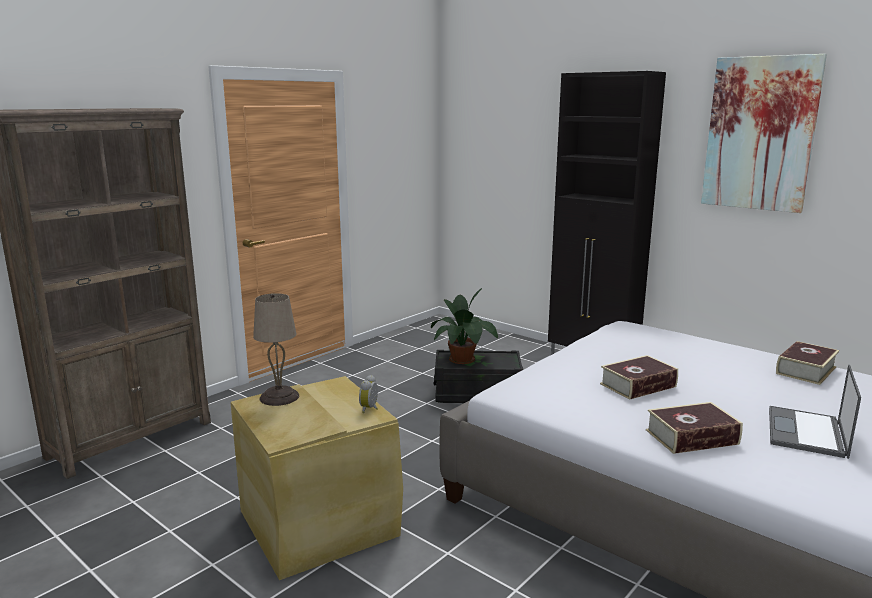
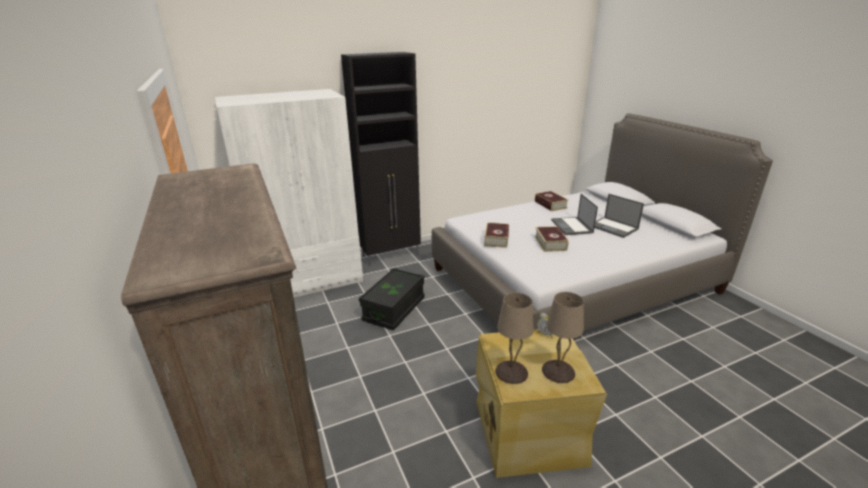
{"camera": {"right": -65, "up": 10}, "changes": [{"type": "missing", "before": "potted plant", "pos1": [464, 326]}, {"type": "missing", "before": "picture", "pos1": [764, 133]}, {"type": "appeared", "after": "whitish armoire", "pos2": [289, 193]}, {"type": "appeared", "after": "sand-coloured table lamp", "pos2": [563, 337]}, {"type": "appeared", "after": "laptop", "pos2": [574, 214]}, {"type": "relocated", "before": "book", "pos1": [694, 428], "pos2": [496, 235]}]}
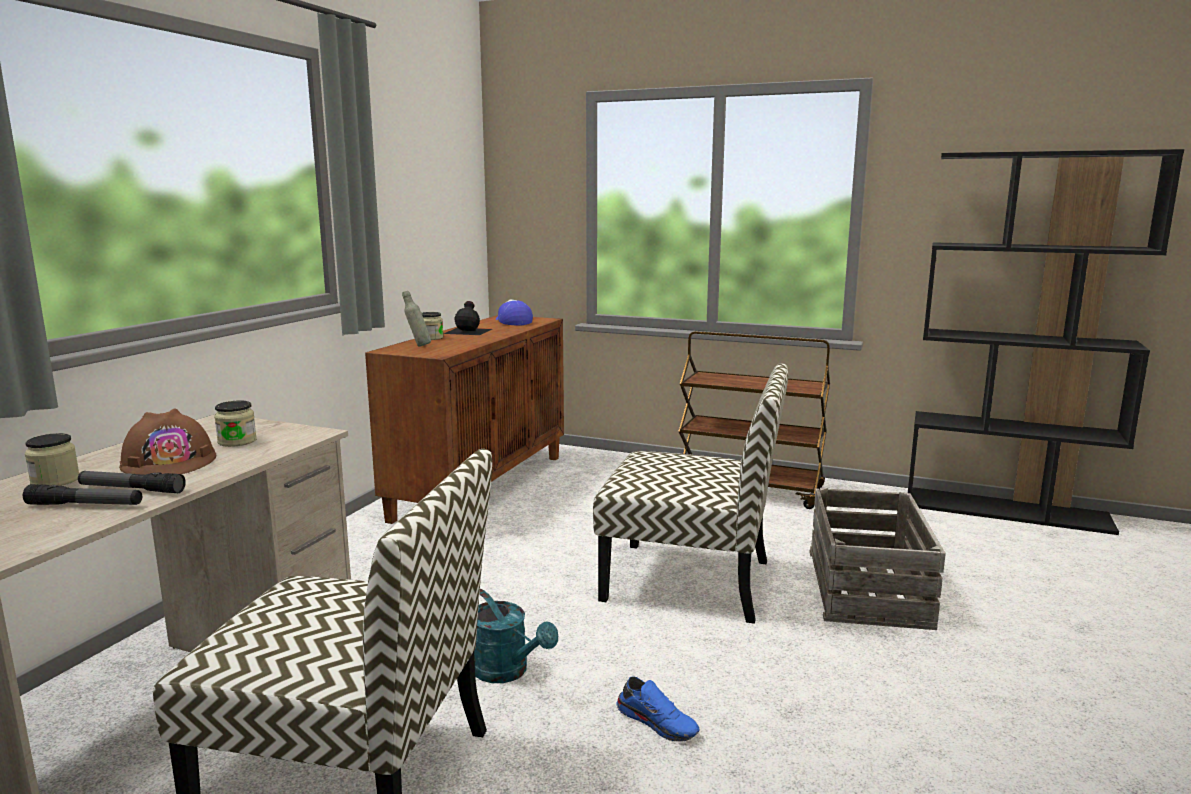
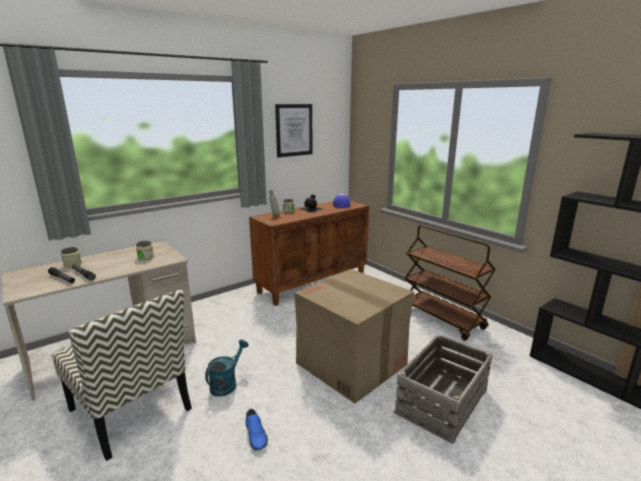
{"camera": {"right": 30, "up": 5}, "changes": [{"type": "missing", "before": "brown-coloured work helmet", "pos1": [168, 441]}, {"type": "appeared", "after": "picture", "pos2": [294, 130]}, {"type": "exchanged", "before": "chair", "after": "carton", "pos1": [691, 493], "pos2": [354, 336]}, {"type": "spun", "before": "blue-green watering pot", "pos1": [516, 636], "pos2": [227, 368], "turn": -135}]}
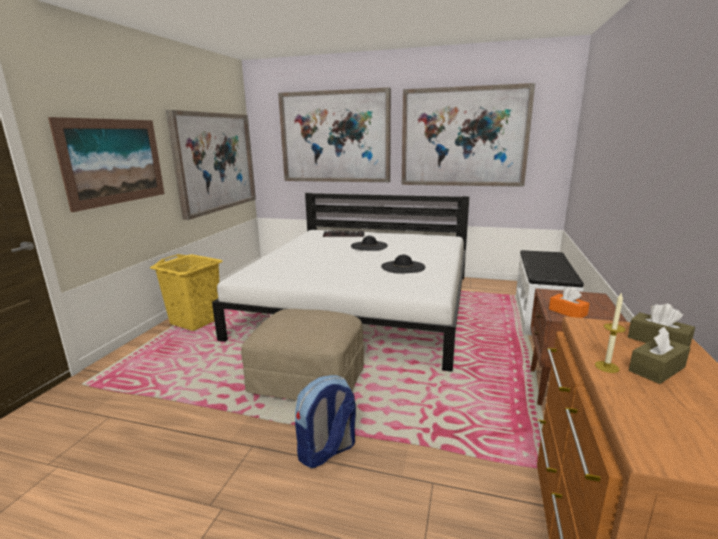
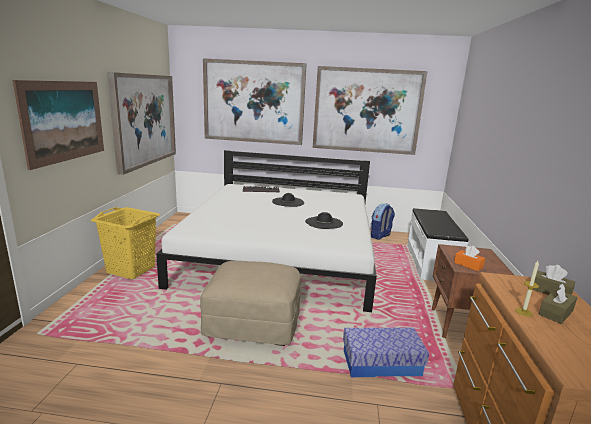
{"camera": {"right": -10, "up": 0}, "changes": [{"type": "appeared", "after": "storage box", "pos2": [386, 352]}, {"type": "relocated", "before": "knapsack", "pos1": [325, 421], "pos2": [382, 221]}]}
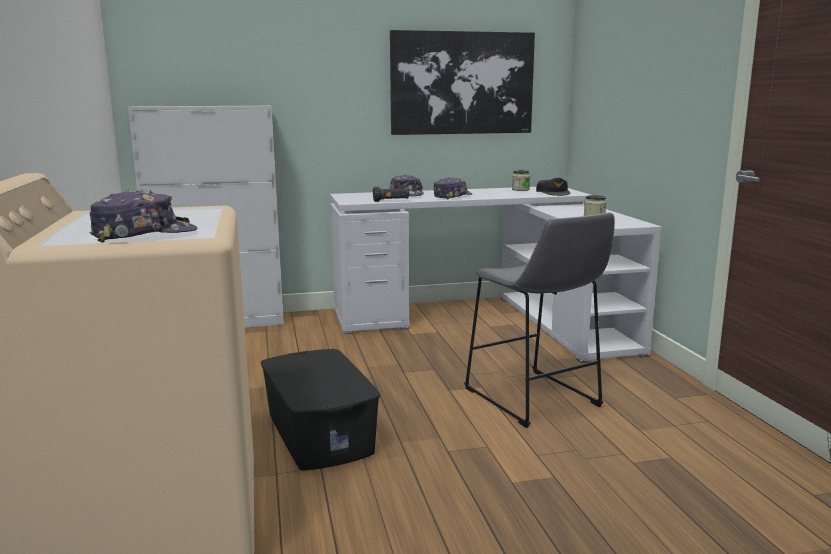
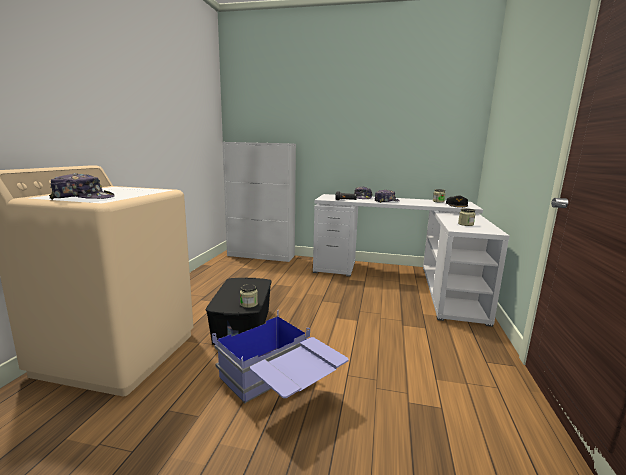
{"camera": {"right": 25, "up": 0}, "changes": [{"type": "missing", "before": "picture", "pos1": [462, 82]}, {"type": "missing", "before": "greyish stool seat", "pos1": [539, 320]}, {"type": "appeared", "after": "blue storage box", "pos2": [280, 356]}, {"type": "appeared", "after": "preserve jar", "pos2": [249, 296]}]}
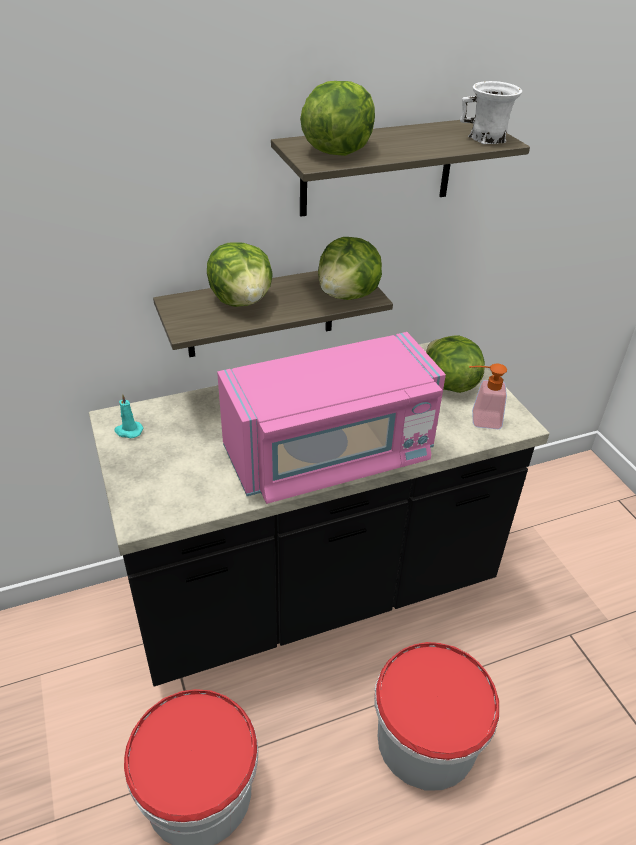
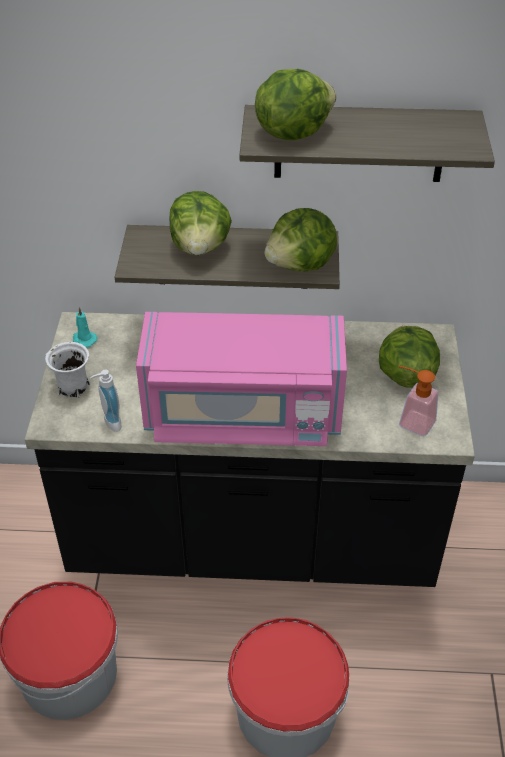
{"camera": {"right": 25, "up": 5}, "changes": [{"type": "appeared", "after": "liquid soap bottle", "pos2": [105, 401]}, {"type": "relocated", "before": "whitish mug", "pos1": [491, 112], "pos2": [68, 370]}]}
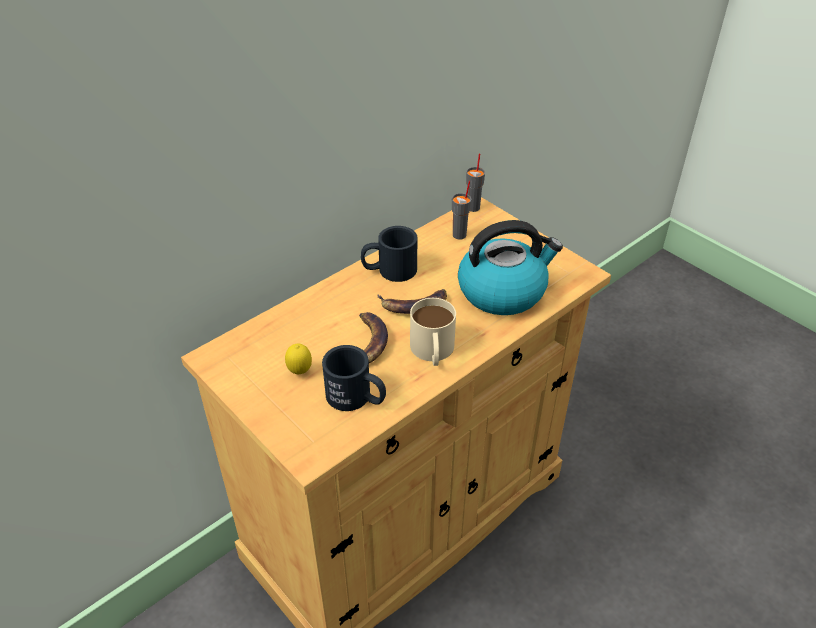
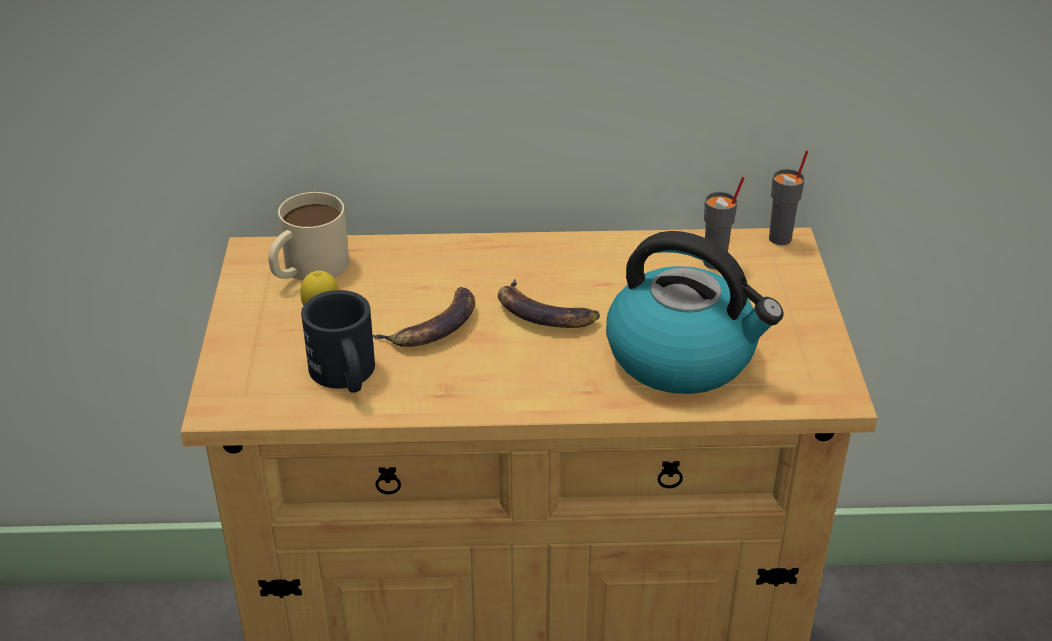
{"camera": {"right": 40, "up": -5}, "changes": [{"type": "missing", "before": "blackish mug", "pos1": [389, 254]}, {"type": "relocated", "before": "sand-coloured mug", "pos1": [433, 332], "pos2": [308, 236]}]}
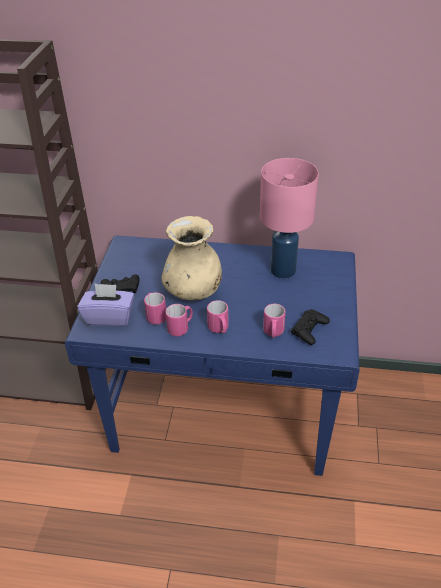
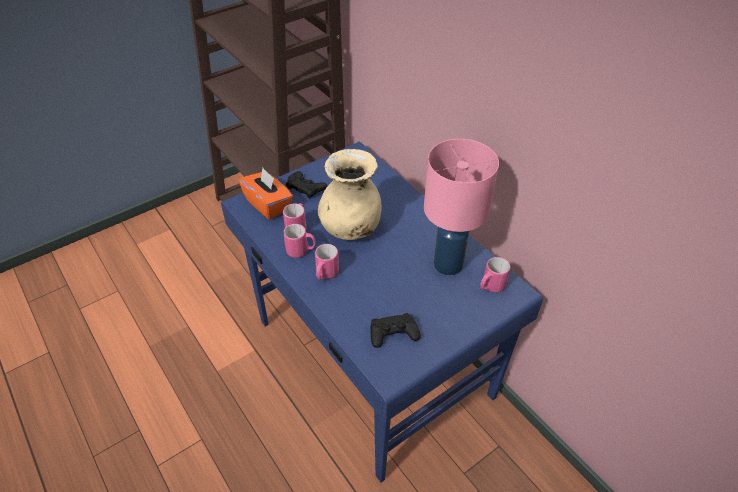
{"camera": {"right": 45, "up": 5}, "changes": [{"type": "relocated", "before": "pinkish mug", "pos1": [274, 321], "pos2": [495, 274]}, {"type": "colour", "before": "purple box of tissues", "after": "orange-coloured box of tissues", "pos1": [105, 304], "pos2": [266, 194]}]}
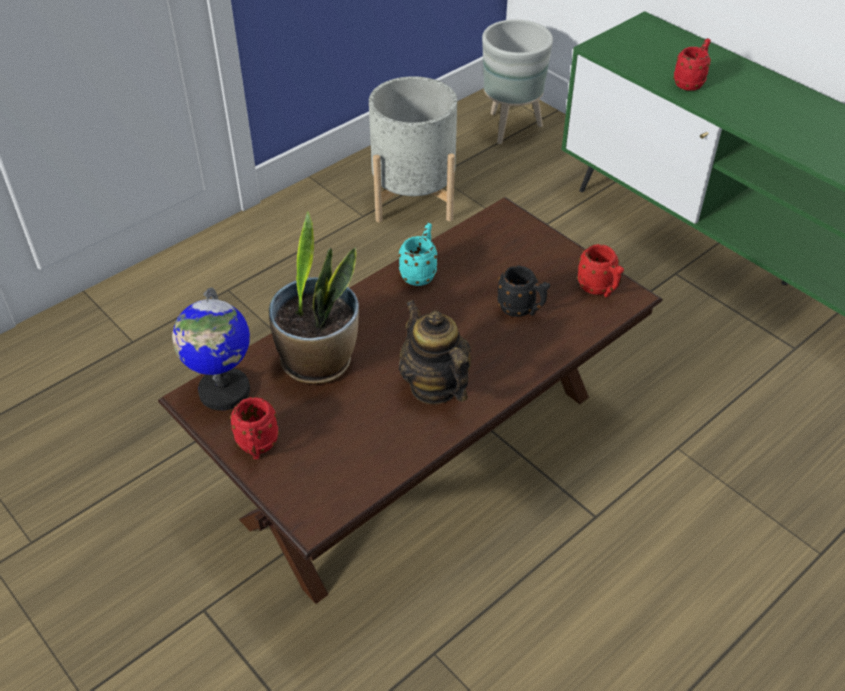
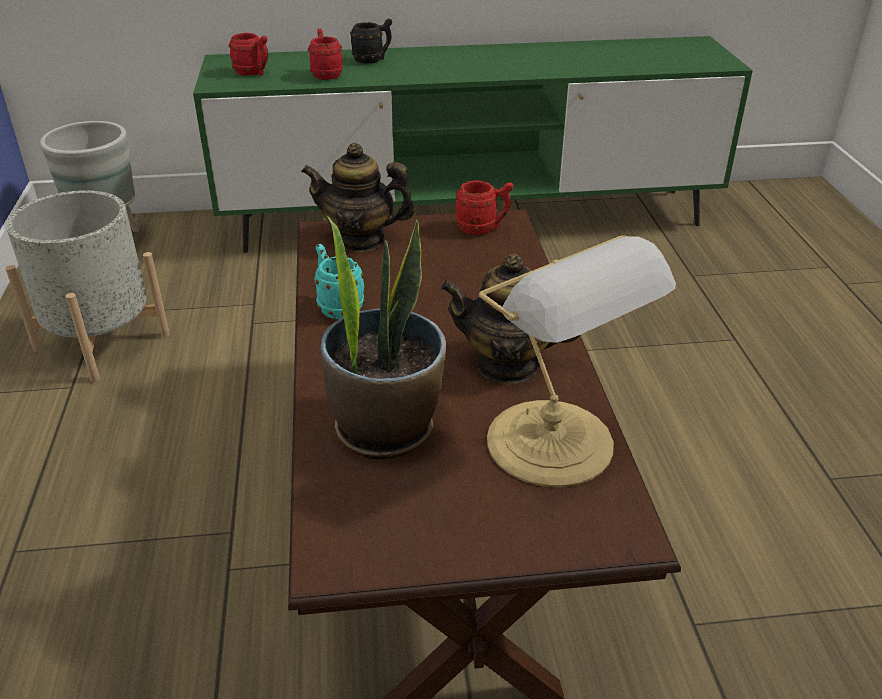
{"camera": {"right": -55, "up": -10}, "changes": [{"type": "missing", "before": "globe", "pos1": [211, 349]}, {"type": "appeared", "after": "pot for tea", "pos2": [358, 197]}, {"type": "appeared", "after": "table lamp", "pos2": [577, 361]}, {"type": "relocated", "before": "red-coloured mug", "pos1": [254, 428], "pos2": [248, 54]}, {"type": "relocated", "before": "blackish mug", "pos1": [523, 291], "pos2": [371, 41]}]}
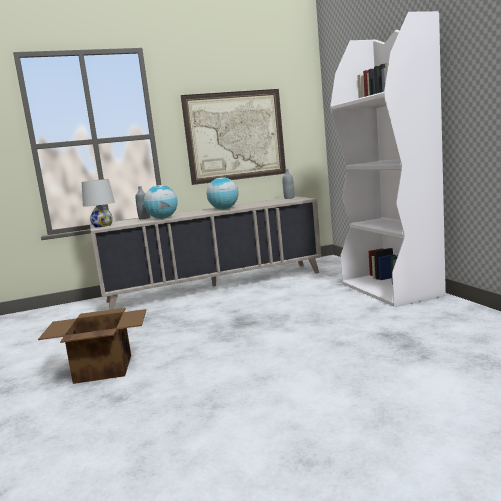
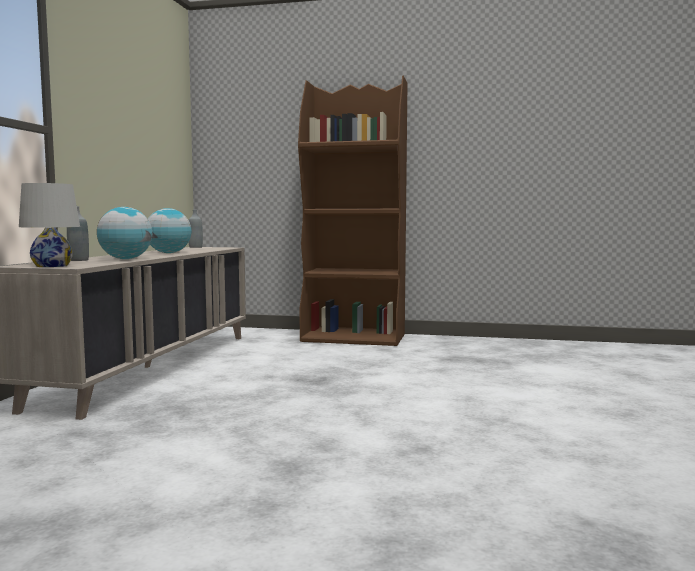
{"camera": {"right": -60, "up": -5}, "changes": [{"type": "missing", "before": "carton", "pos1": [92, 346]}, {"type": "missing", "before": "picture", "pos1": [233, 137]}, {"type": "colour", "before": "whitish bookshelf", "after": "brown-coloured bookshelf", "pos1": [388, 159], "pos2": [353, 210]}]}
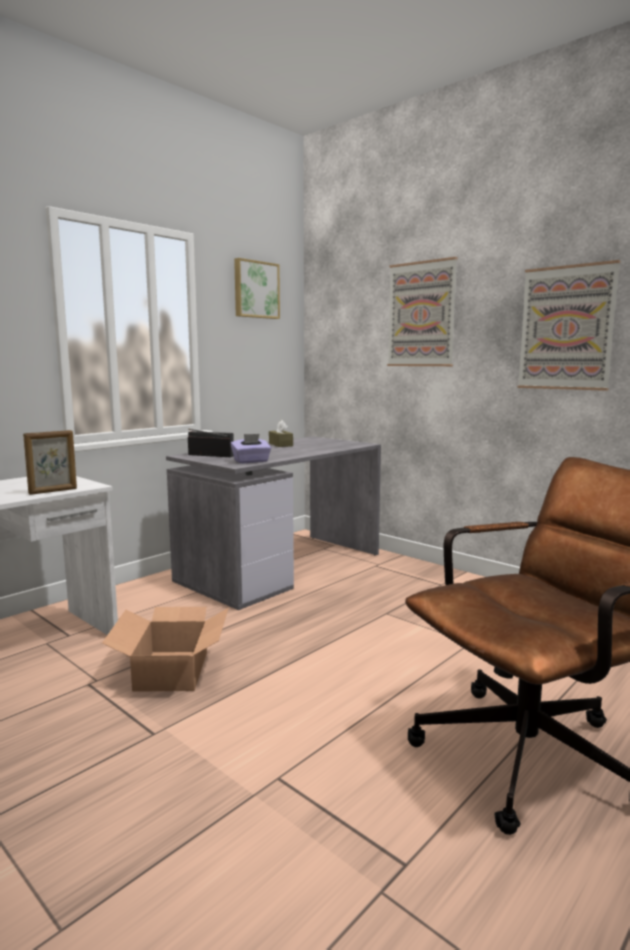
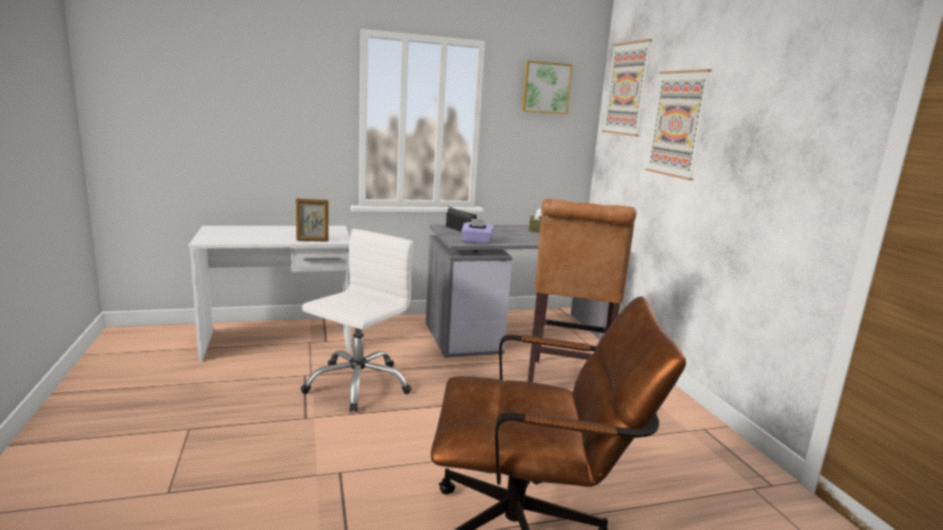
{"camera": {"right": 30, "up": 5}, "changes": [{"type": "appeared", "after": "brown-coloured stool seat", "pos2": [582, 290]}, {"type": "relocated", "before": "picture", "pos1": [569, 325], "pos2": [627, 87]}, {"type": "exchanged", "before": "carton", "after": "whitish desk chair", "pos1": [165, 649], "pos2": [357, 320]}]}
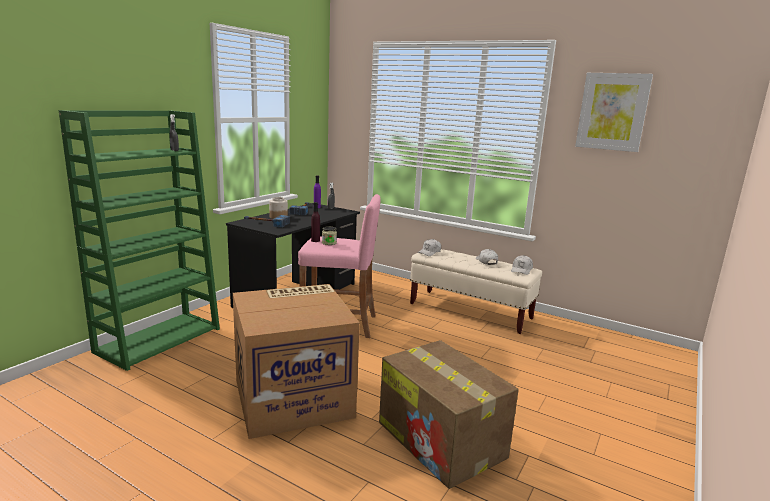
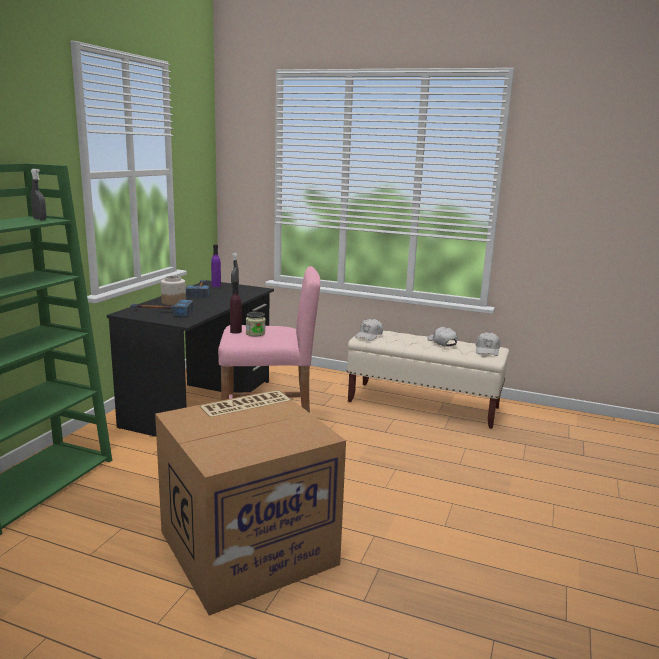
{"camera": {"right": -10, "up": 0}, "changes": [{"type": "missing", "before": "carton", "pos1": [449, 414]}, {"type": "missing", "before": "picture", "pos1": [614, 112]}]}
